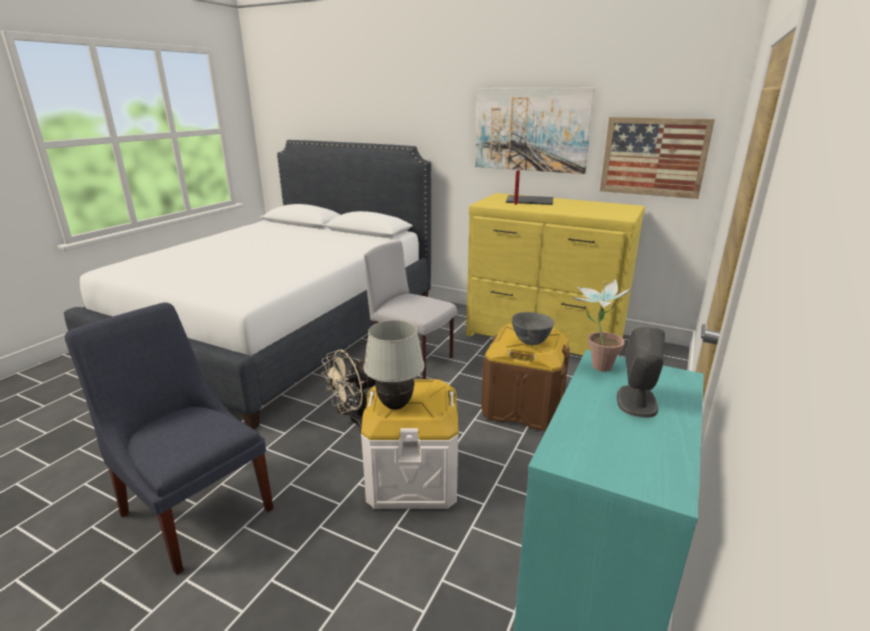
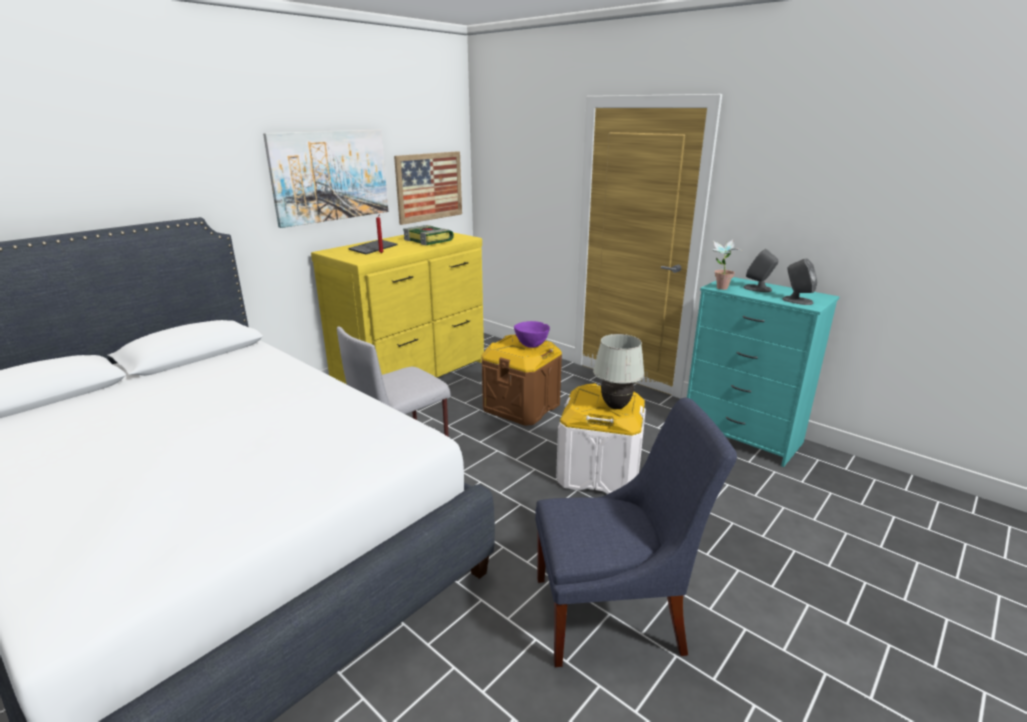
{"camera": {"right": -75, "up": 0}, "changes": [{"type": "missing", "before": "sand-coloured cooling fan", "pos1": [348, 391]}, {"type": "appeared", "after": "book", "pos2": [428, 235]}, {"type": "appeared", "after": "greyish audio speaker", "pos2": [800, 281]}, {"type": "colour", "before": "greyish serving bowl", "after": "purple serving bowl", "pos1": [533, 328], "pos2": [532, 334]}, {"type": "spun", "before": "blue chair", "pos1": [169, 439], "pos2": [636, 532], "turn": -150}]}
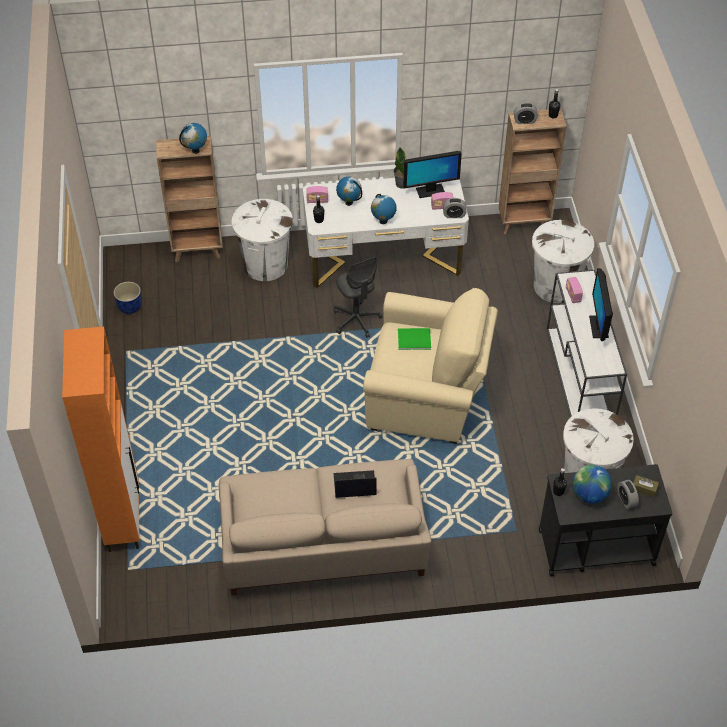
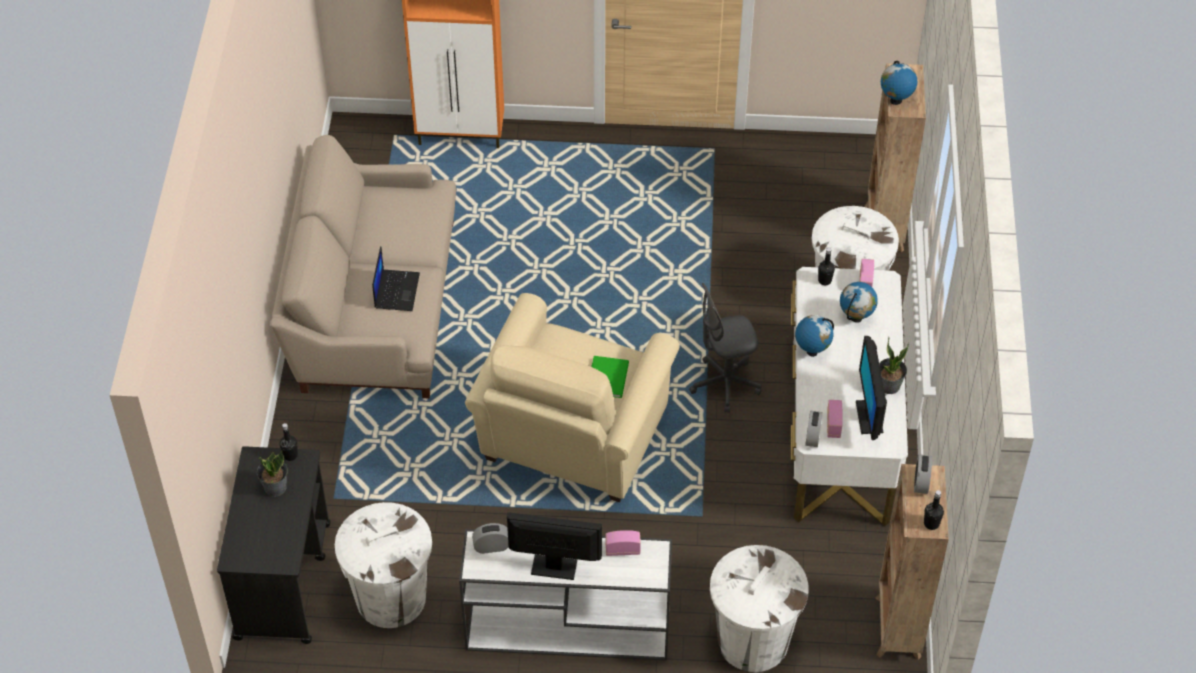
{"camera": {"right": 100, "up": 0}, "changes": [{"type": "missing", "before": "blue planter", "pos1": [128, 298]}, {"type": "missing", "before": "brown-coloured box of tissues", "pos1": [646, 486]}, {"type": "relocated", "before": "bedside clock", "pos1": [628, 494], "pos2": [490, 538]}, {"type": "exchanged", "before": "globe", "after": "potted plant", "pos1": [592, 484], "pos2": [272, 474]}]}
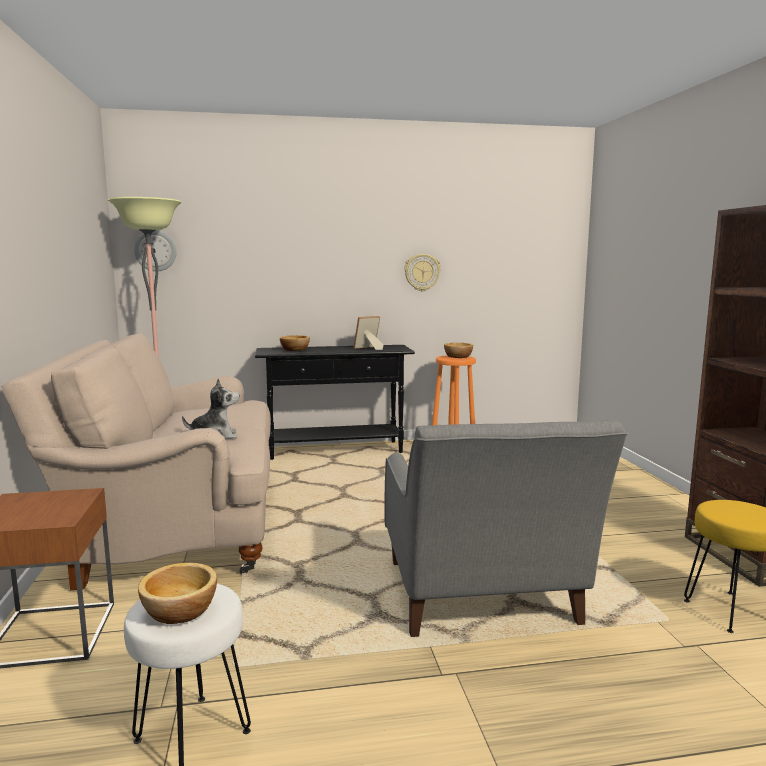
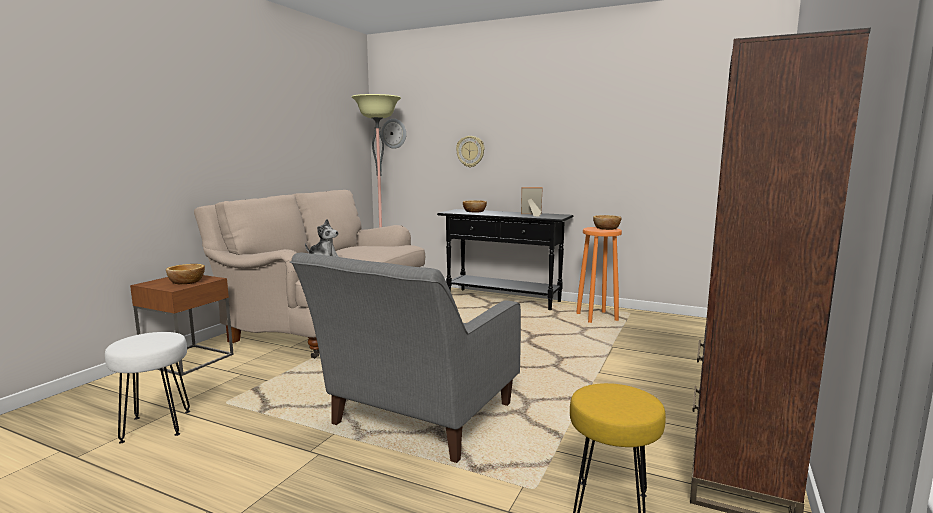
{"camera": {"right": 35, "up": 0}, "changes": [{"type": "relocated", "before": "serving bowl", "pos1": [177, 593], "pos2": [185, 274]}, {"type": "relocated", "before": "wall clock", "pos1": [422, 272], "pos2": [470, 151]}]}
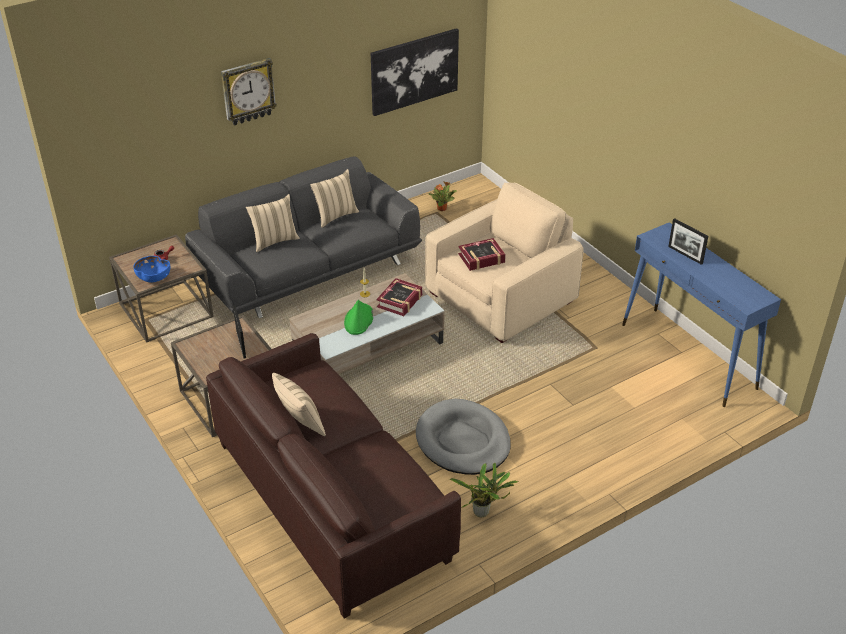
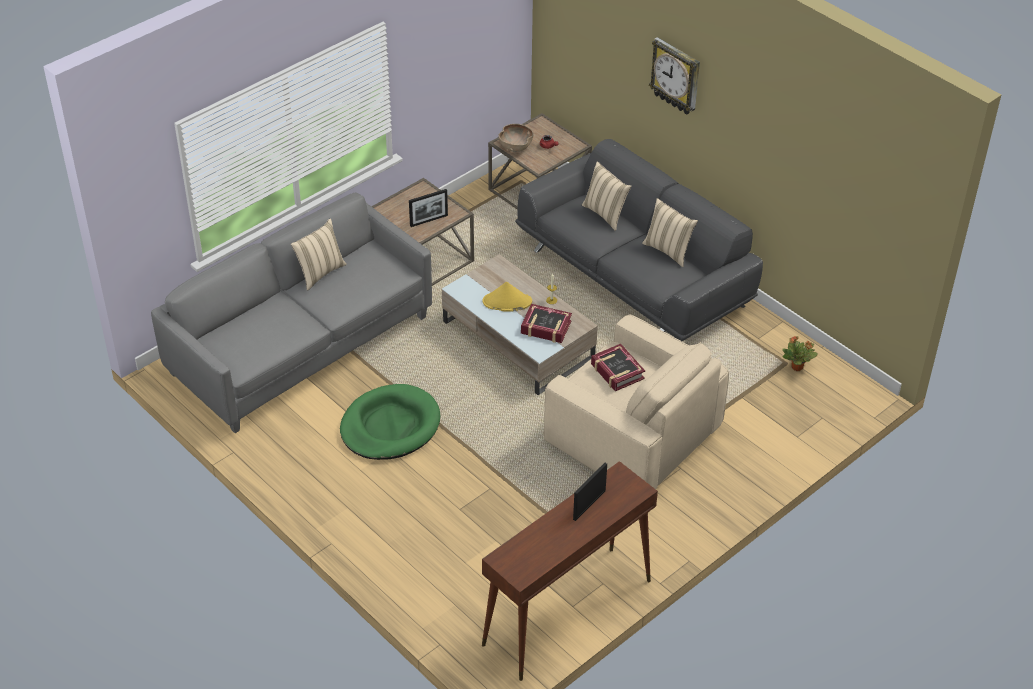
{"camera": {"right": 80, "up": 5}, "changes": [{"type": "missing", "before": "picture", "pos1": [415, 72]}, {"type": "missing", "before": "potted plant", "pos1": [484, 490]}, {"type": "colour", "before": "blue serving bowl", "after": "brown-coloured serving bowl", "pos1": [151, 269], "pos2": [516, 138]}, {"type": "colour", "before": "brown-coloured couch", "after": "greyish couch", "pos1": [333, 476], "pos2": [291, 313]}, {"type": "colour", "before": "green-coloured hat", "after": "yellowish hat", "pos1": [358, 317], "pos2": [507, 297]}, {"type": "colour", "before": "greyish pet bed", "after": "green-coloured pet bed", "pos1": [463, 437], "pos2": [390, 422]}, {"type": "colour", "before": "blue console table", "after": "brown-coloured console table", "pos1": [701, 314], "pos2": [570, 571]}]}
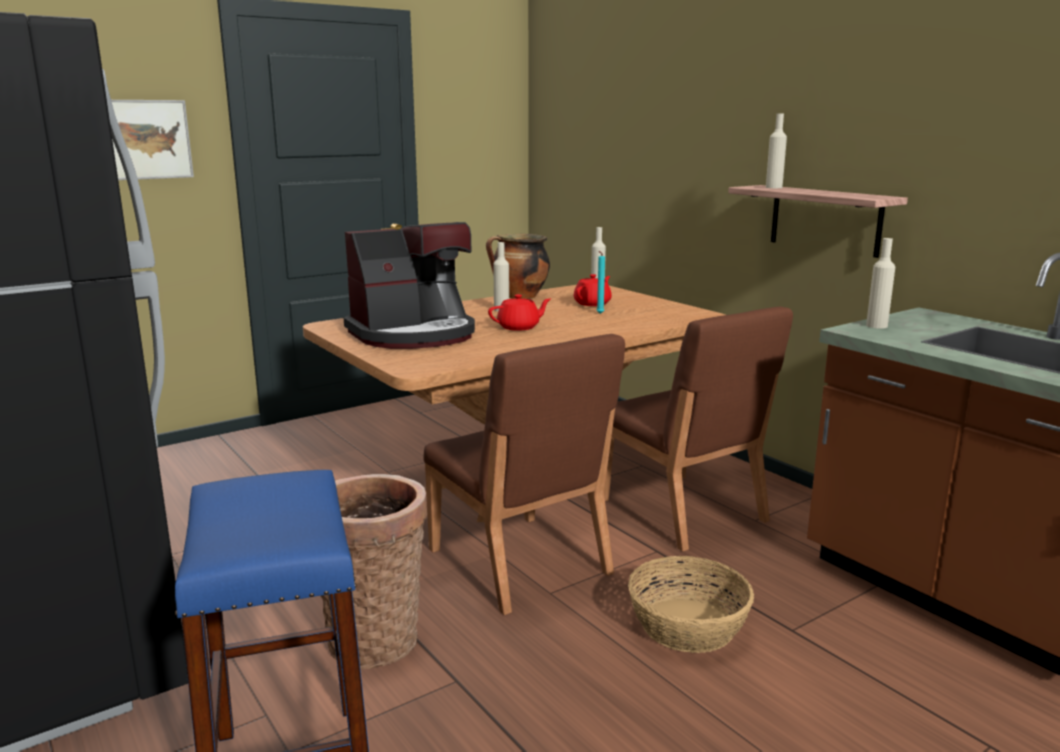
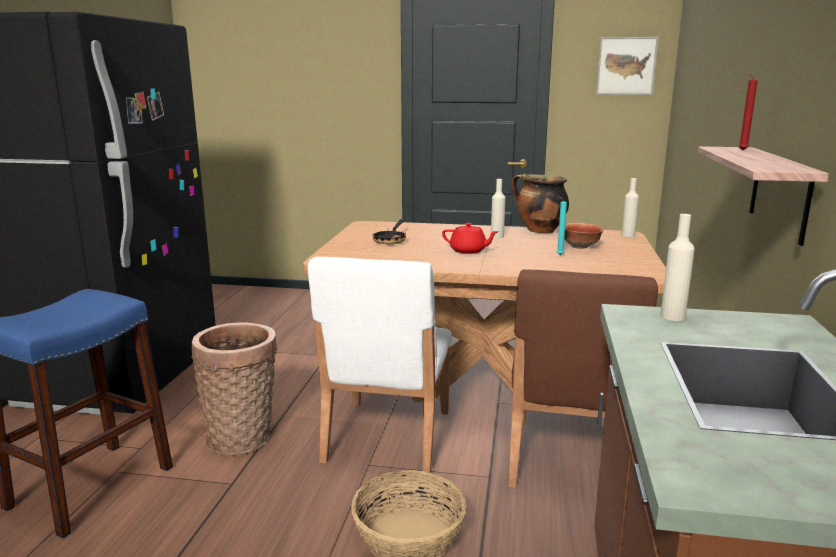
{"camera": {"right": 45, "up": 0}, "changes": [{"type": "relocated", "before": "picture", "pos1": [152, 140], "pos2": [627, 66]}, {"type": "exchanged", "before": "coffee brewer", "after": "skillet", "pos1": [409, 285], "pos2": [389, 232]}, {"type": "exchanged", "before": "red-coloured pot for tea", "after": "serving bowl", "pos1": [593, 290], "pos2": [584, 236]}, {"type": "exchanged", "before": "sand-coloured beverage bottle", "after": "red-coloured candle", "pos1": [776, 150], "pos2": [748, 111]}, {"type": "colour", "before": "brown-coloured chair", "after": "whitish chair", "pos1": [524, 474], "pos2": [380, 365]}]}
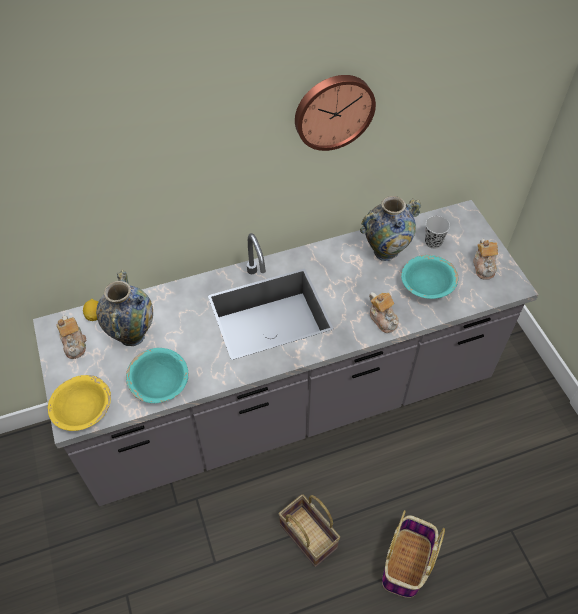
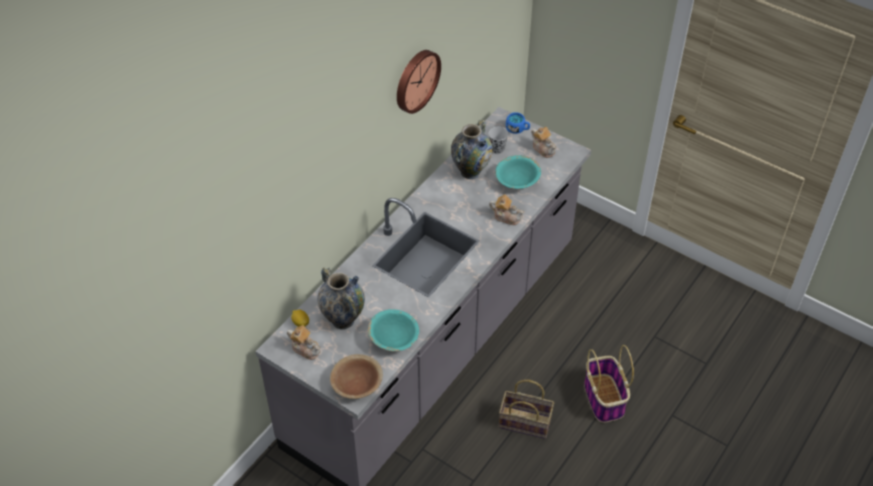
{"camera": {"right": -35, "up": -5}, "changes": [{"type": "appeared", "after": "blue mug", "pos2": [518, 123]}, {"type": "colour", "before": "yellowish serving bowl", "after": "brown-coloured serving bowl", "pos1": [79, 403], "pos2": [356, 376]}]}
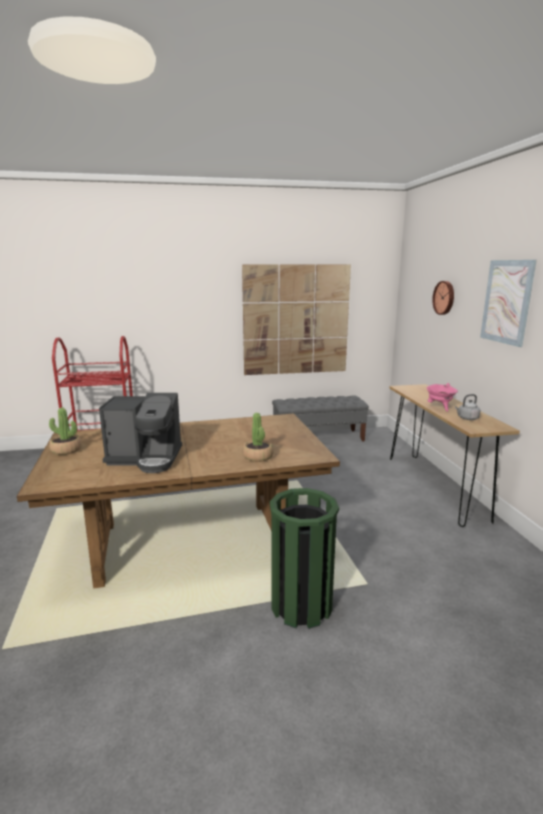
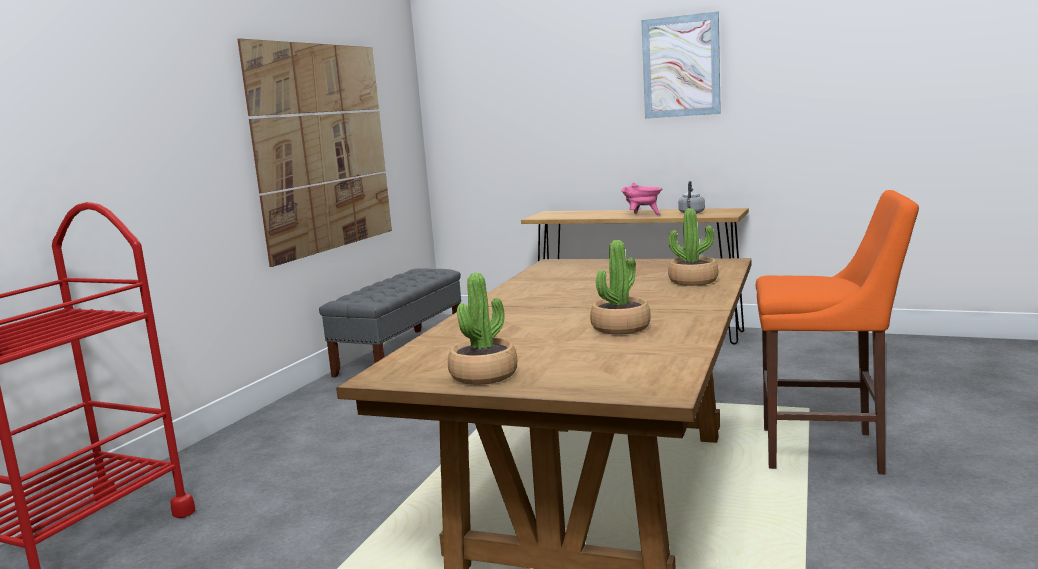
{"camera": {"right": -55, "up": -5}, "changes": [{"type": "missing", "before": "wall clock", "pos1": [443, 298]}, {"type": "exchanged", "before": "coffee brewer", "after": "potted plant", "pos1": [140, 433], "pos2": [620, 287]}, {"type": "exchanged", "before": "green-coloured waste bin", "after": "orange-coloured stool seat", "pos1": [304, 558], "pos2": [837, 332]}]}
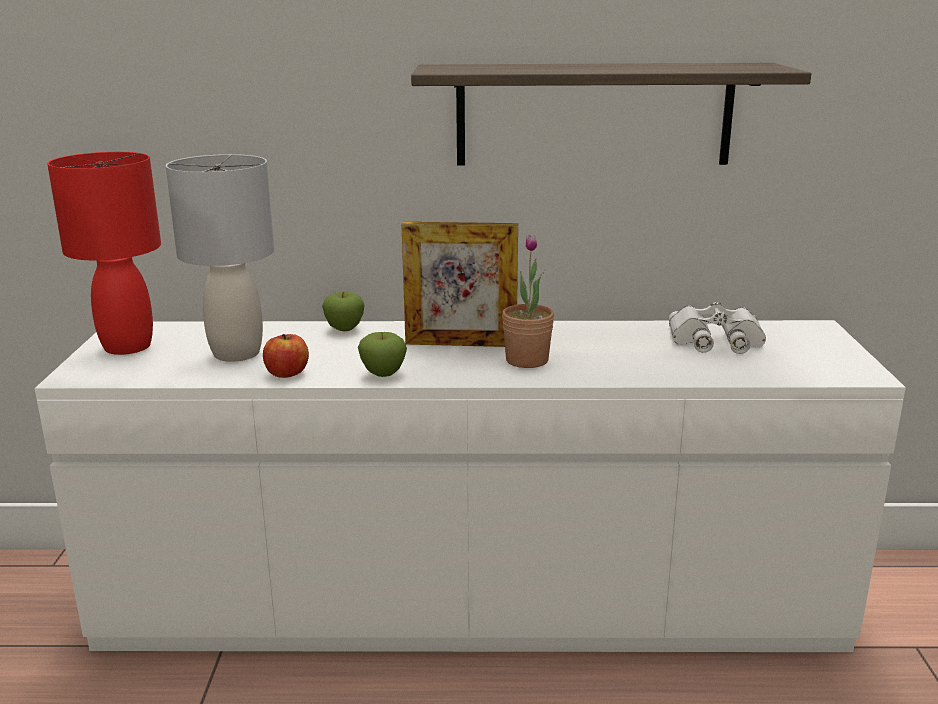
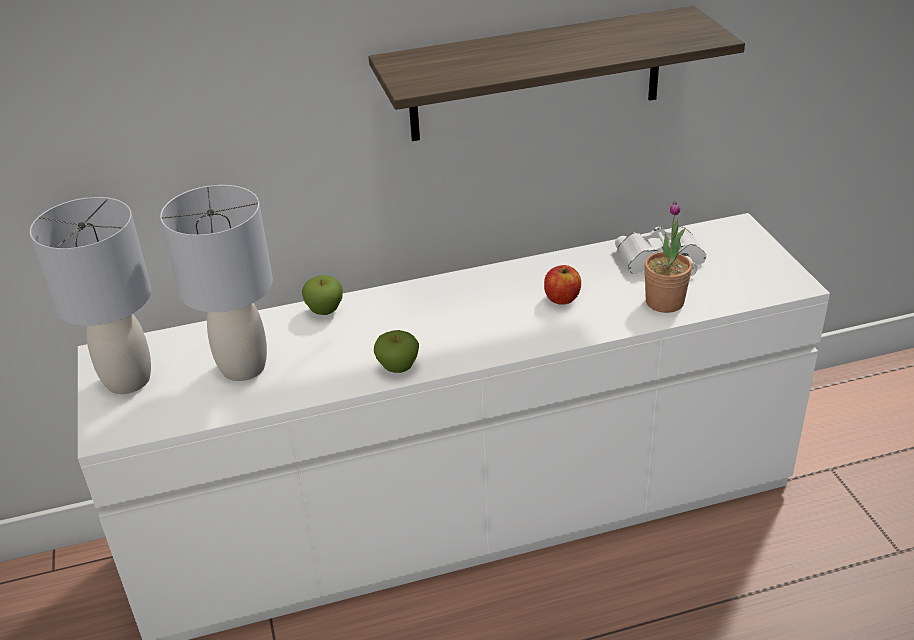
{"camera": {"right": -15, "up": 15}, "changes": [{"type": "missing", "before": "standing frame", "pos1": [459, 284]}, {"type": "relocated", "before": "apple fruit", "pos1": [286, 356], "pos2": [562, 285]}, {"type": "relocated", "before": "potted plant", "pos1": [528, 301], "pos2": [668, 257]}, {"type": "colour", "before": "red-coloured table lamp", "after": "greyish table lamp", "pos1": [104, 253], "pos2": [90, 295]}]}
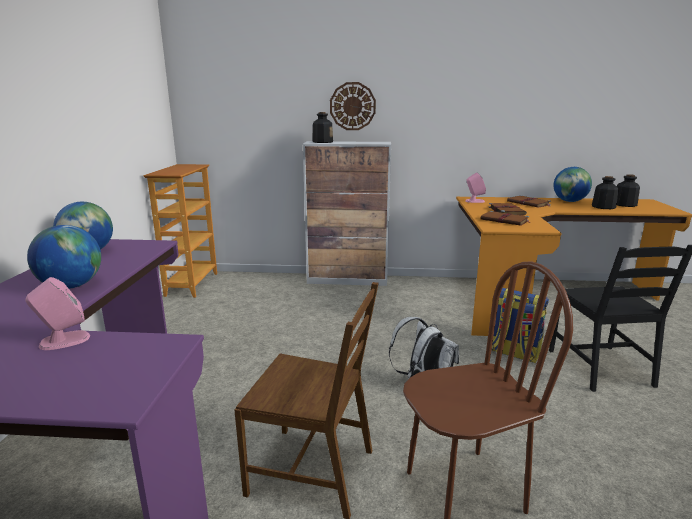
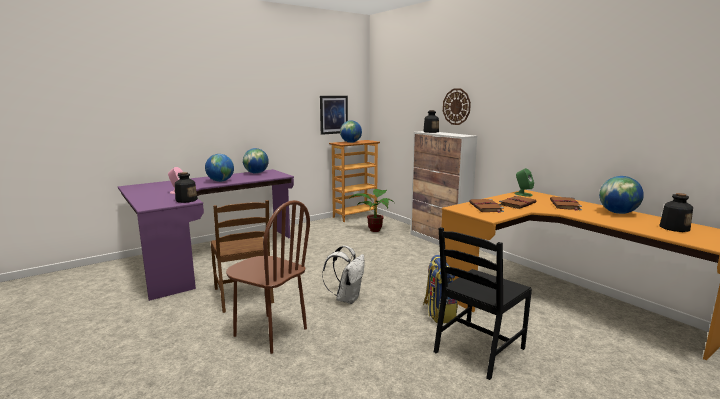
{"camera": {"right": 50, "up": -5}, "changes": [{"type": "appeared", "after": "picture", "pos2": [334, 115]}, {"type": "appeared", "after": "globe", "pos2": [351, 131]}, {"type": "appeared", "after": "potted plant", "pos2": [372, 210]}, {"type": "relocated", "before": "beverage bottle", "pos1": [605, 192], "pos2": [186, 187]}, {"type": "colour", "before": "pinkish audio speaker", "after": "green-coloured audio speaker", "pos1": [476, 187], "pos2": [524, 182]}]}
